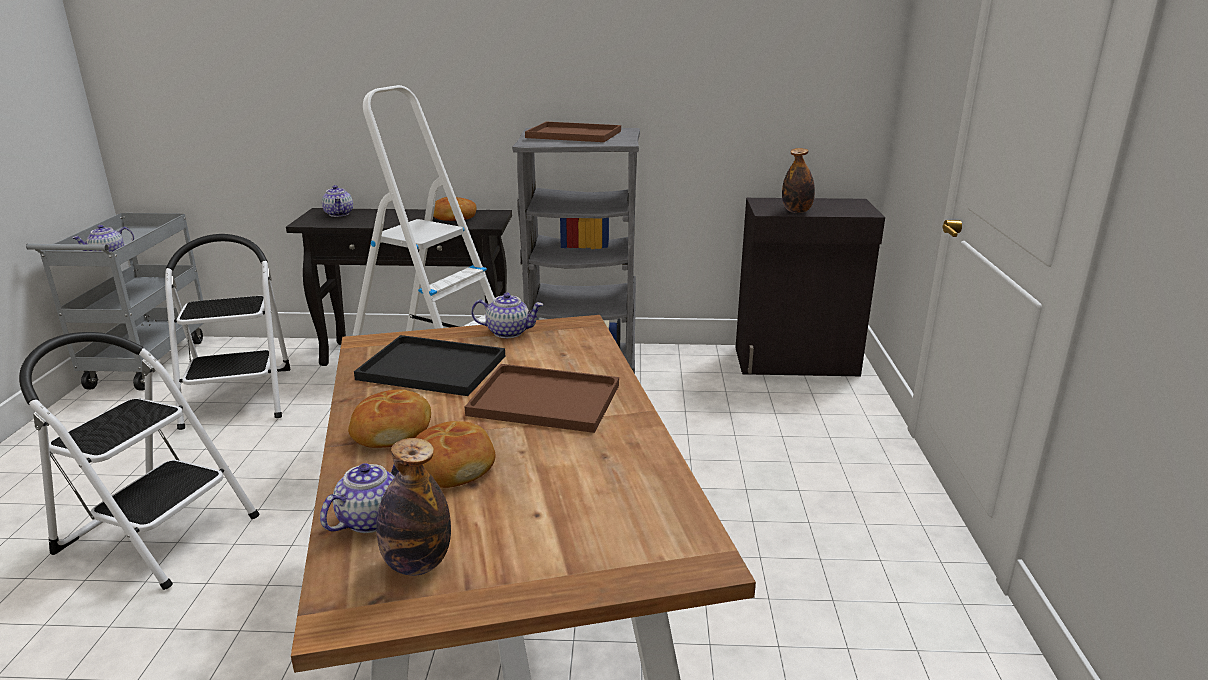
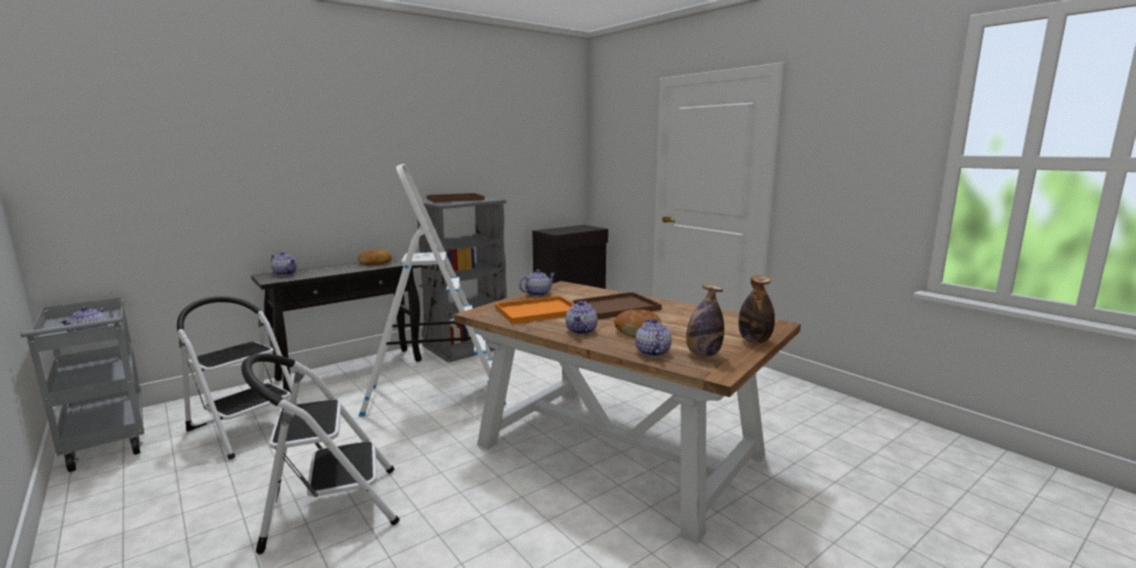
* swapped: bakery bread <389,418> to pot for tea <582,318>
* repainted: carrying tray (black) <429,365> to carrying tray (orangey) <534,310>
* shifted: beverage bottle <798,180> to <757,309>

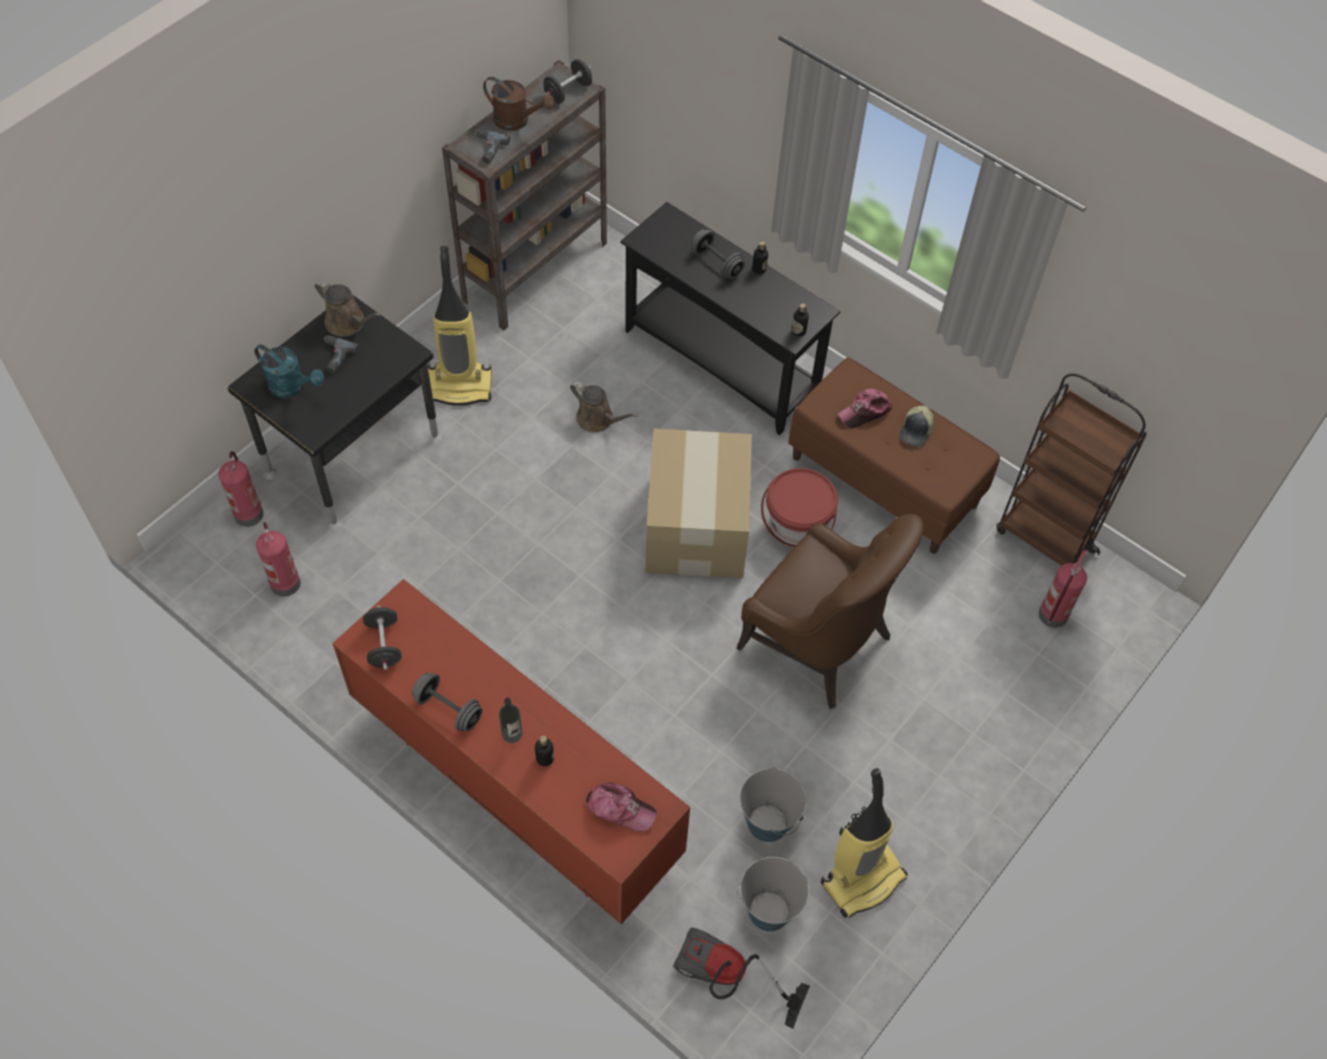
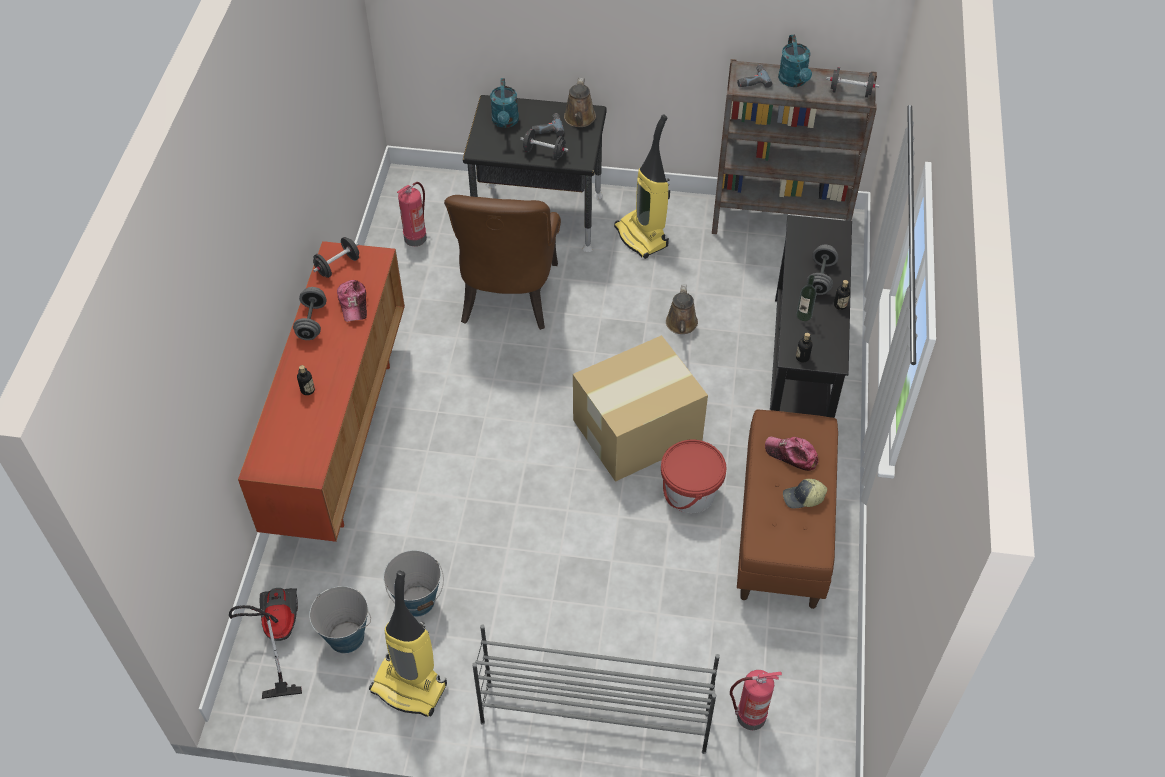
* gone: extinguisher <240,489>
* repainted: watering pot (brownish) <519,104> to watering pot (turquoise) <795,61>
* shifted: beverage bottle <510,720> to <806,298>
* shifted: cap <621,807> to <352,301>
* shifted: chair (brownish) <829,611> to <502,262>
* gone: trolley (brownish) <1071,469>
* new: shoe stand (greyish) <596,689>
* new: dumbbell (black) <544,144>

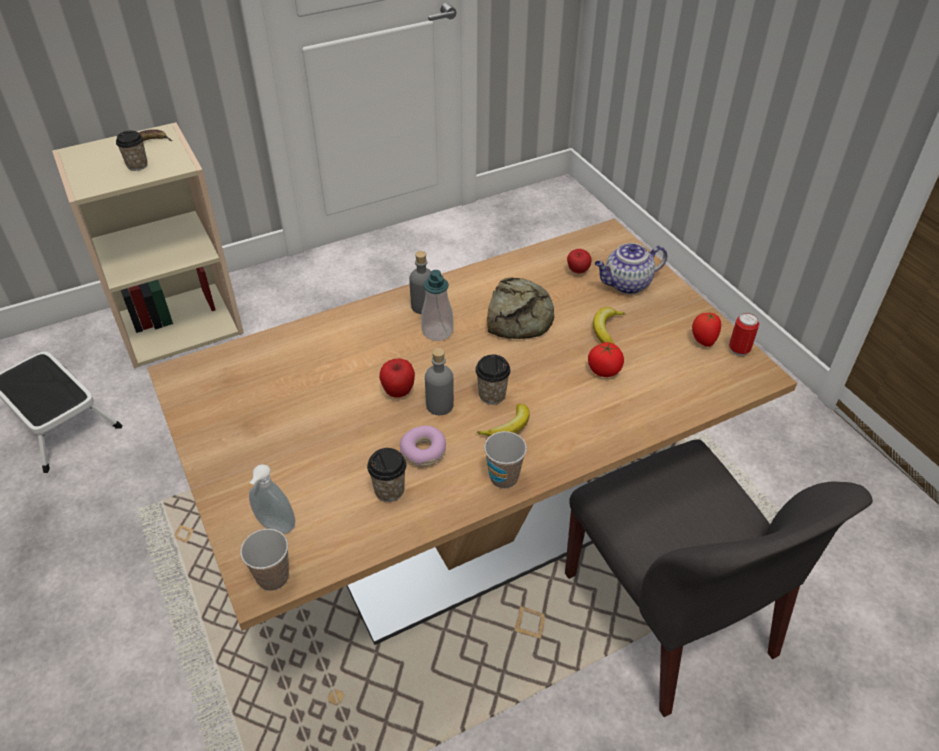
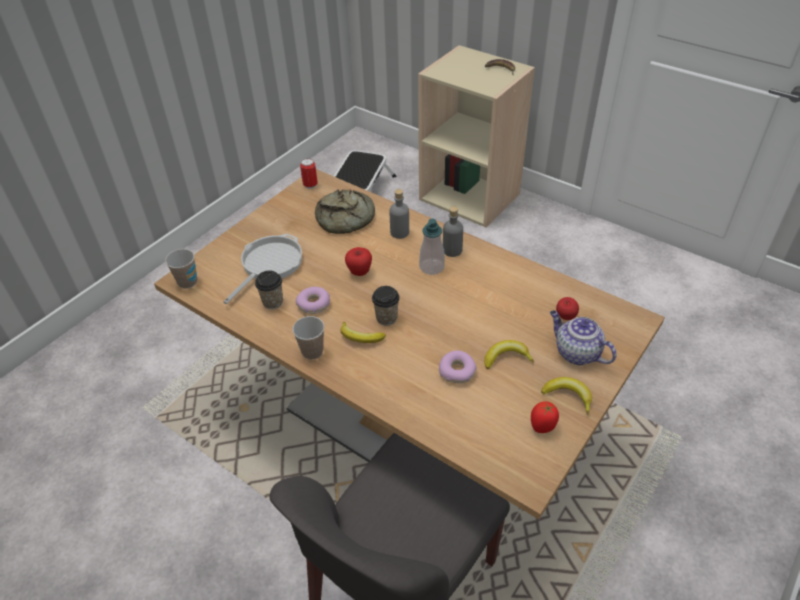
* gone: cup <131,151>
* gone: liquid soap bottle <272,499>
* shifted: beverage bottle (greyish) <439,381> to <399,214>
* shifted: bakery bread <520,308> to <345,211>
* swapped: tomato <606,359> to donut <458,367>
* shifted: sealed can <744,334> to <309,173>
* new: frying pan <262,269>
* new: banana fruit <566,395>

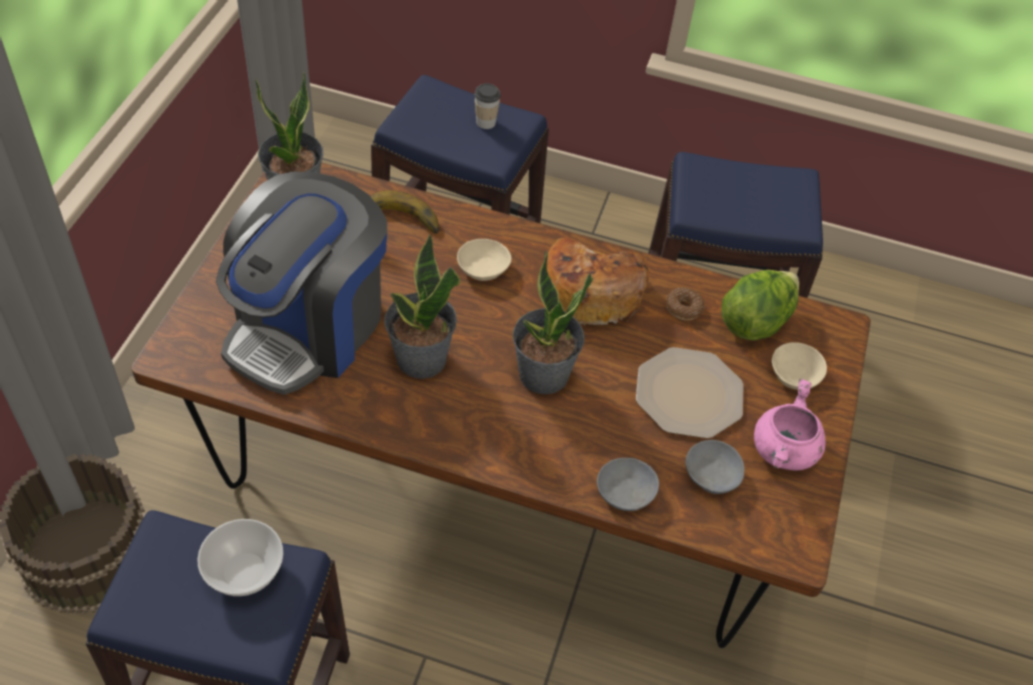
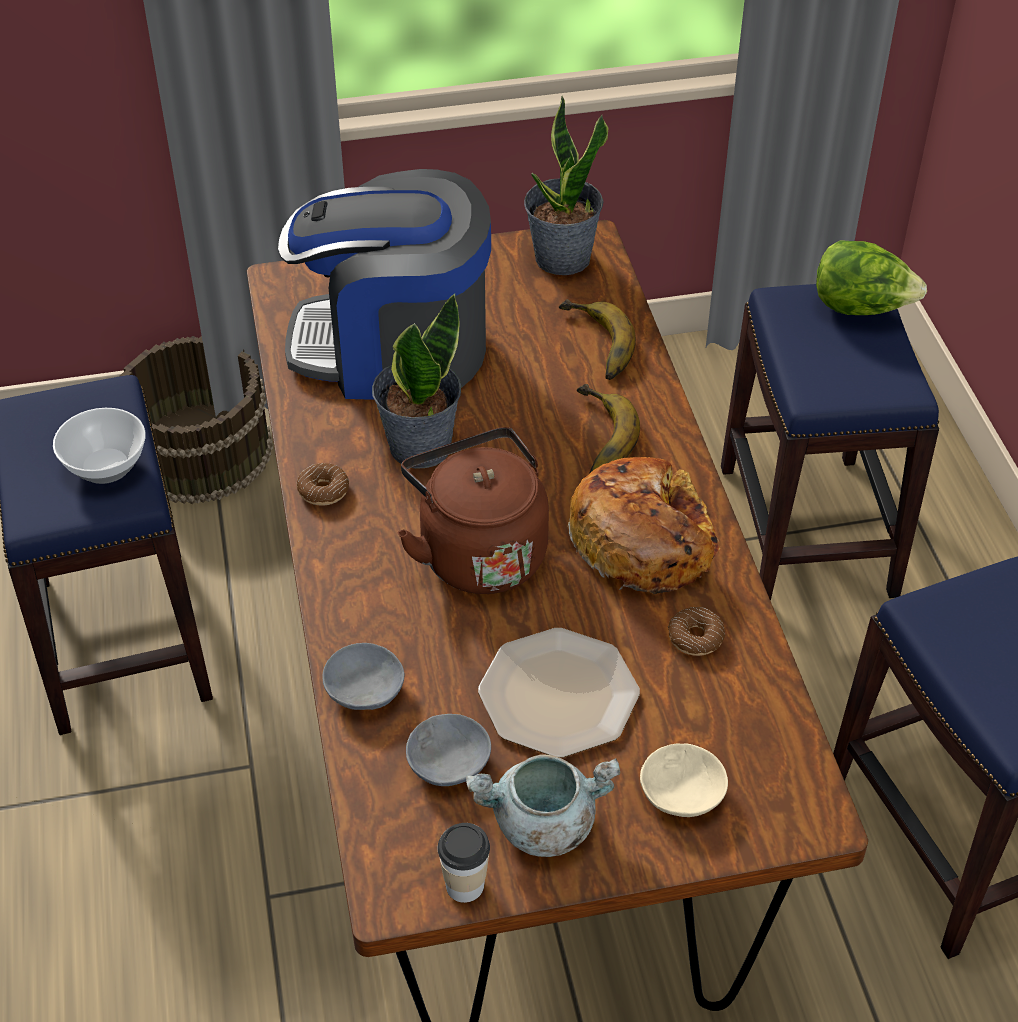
* swapped: bowl (beige) <484,260> to banana fruit <608,428>
* shifted: cup <487,106> to <464,863>
* swapped: potted plant <553,322> to tea kettle (brownish) <473,510>
* shifted: lettuce head <760,305> to <871,277>
* repainted: stockpot (pink-coloured) <789,425> to stockpot (greyish) <543,806>
* new: donut <323,484>

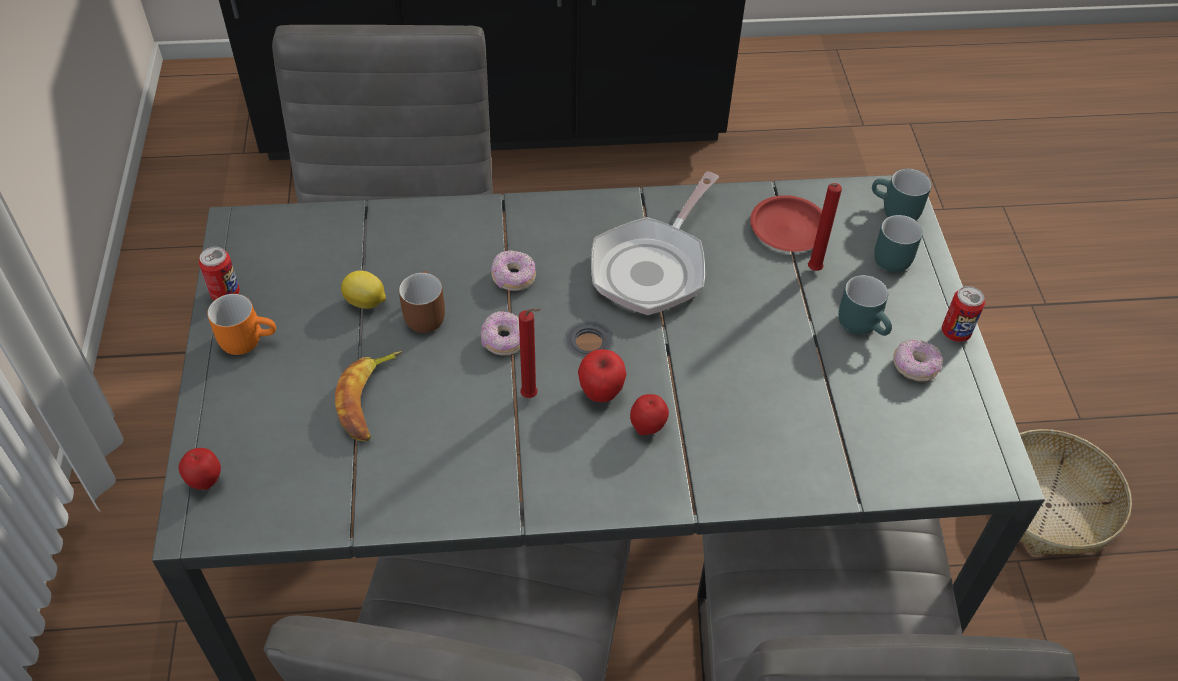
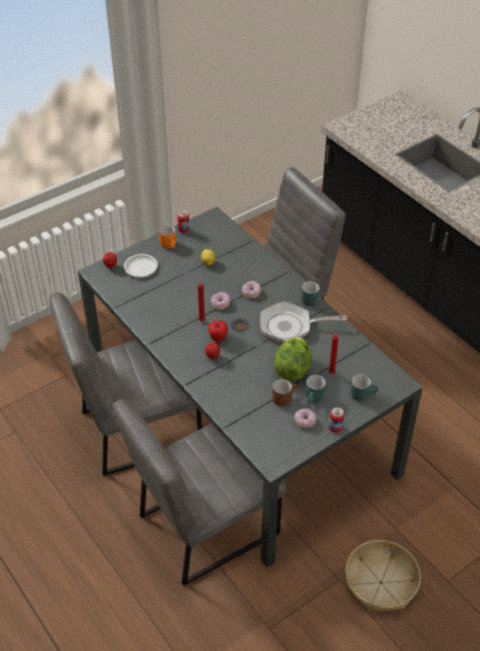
* gone: banana fruit <368,396>
* shifted: tea mug (brownish) <422,302> to <284,393>
* gone: flat dish (red) <786,223>
* shifted: tea mug (turquoise) <902,195> to <310,293>
* new: flat dish (whitish) <141,265>
* new: lettuce head <293,359>

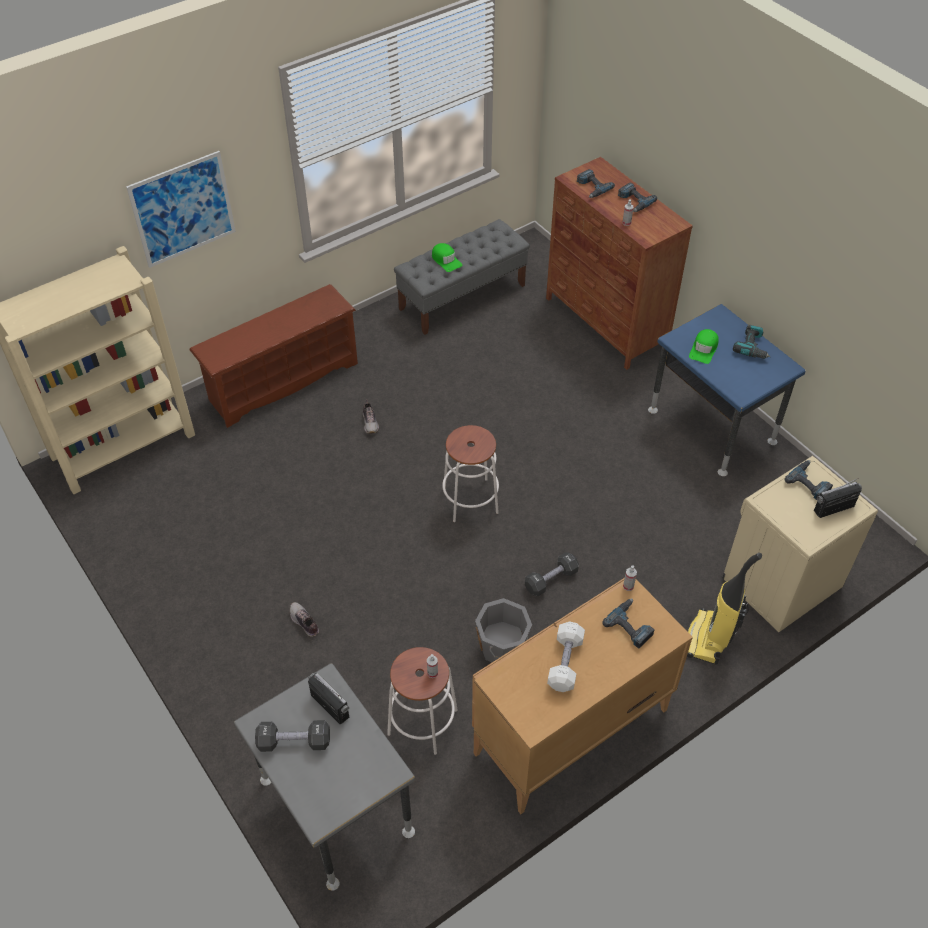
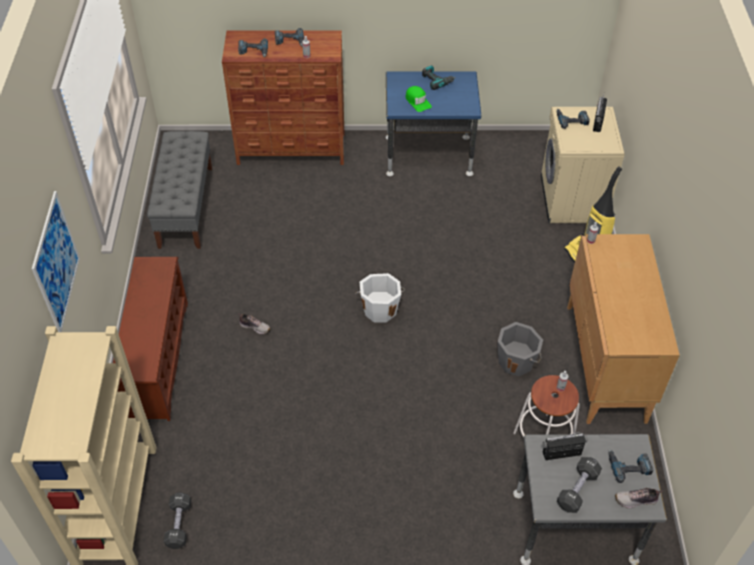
* shifted: item of footwear <304,619> to <639,498>
* gone: cap (green) <447,257>
* swapped: sitting stool (whitish) <470,473> to bucket (whitish) <380,298>
* shifted: dumbbell (black) <552,574> to <177,521>
* gone: dumbbell (whitish) <566,657>
* shifted: drill <628,623> to <630,466>

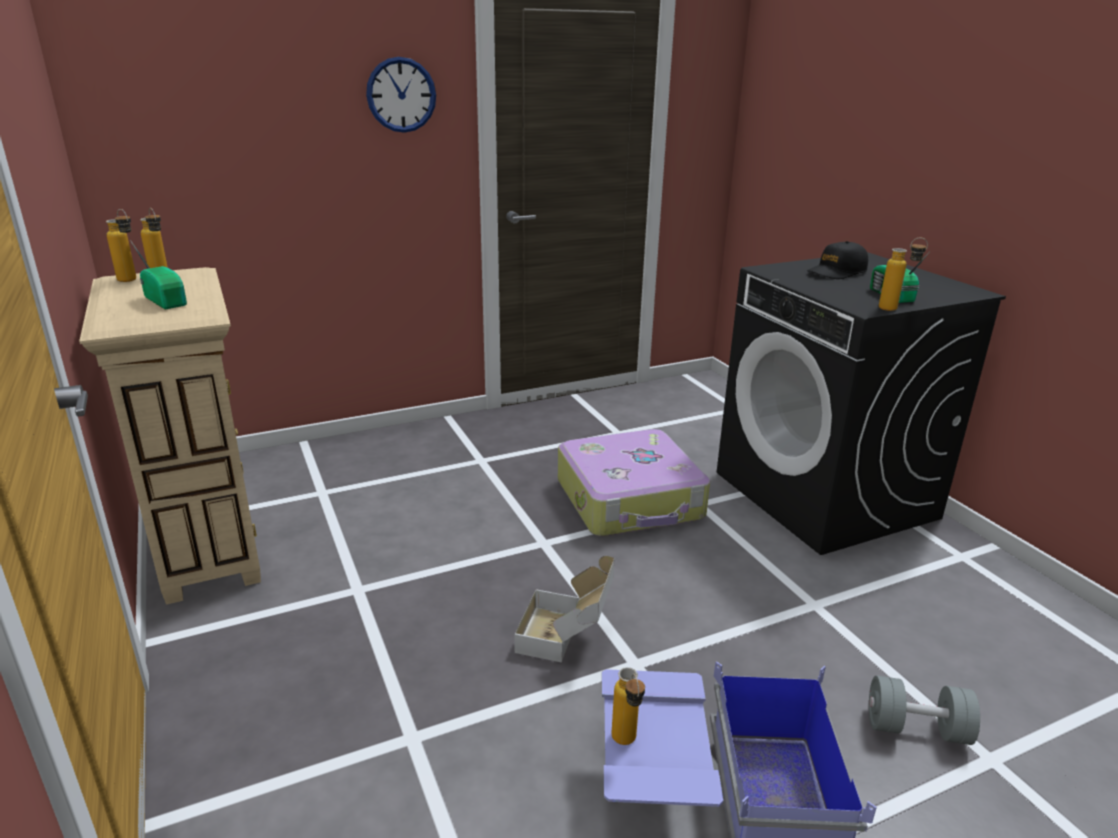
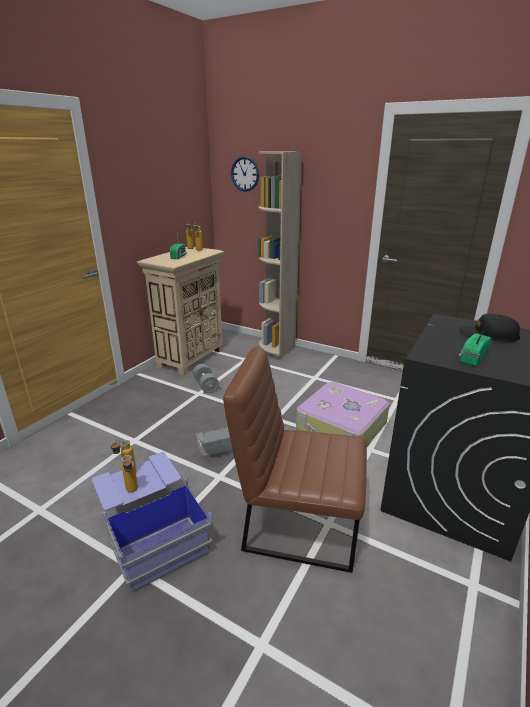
* shifted: clock on the wall <401,95> to <245,174>
* shifted: dumbbell (greyish) <924,710> to <206,378>
* shifted: beverage bottle <903,274> to <130,473>
* new: chair (brownish) <295,460>
* new: bookshelf (beige) <280,254>

